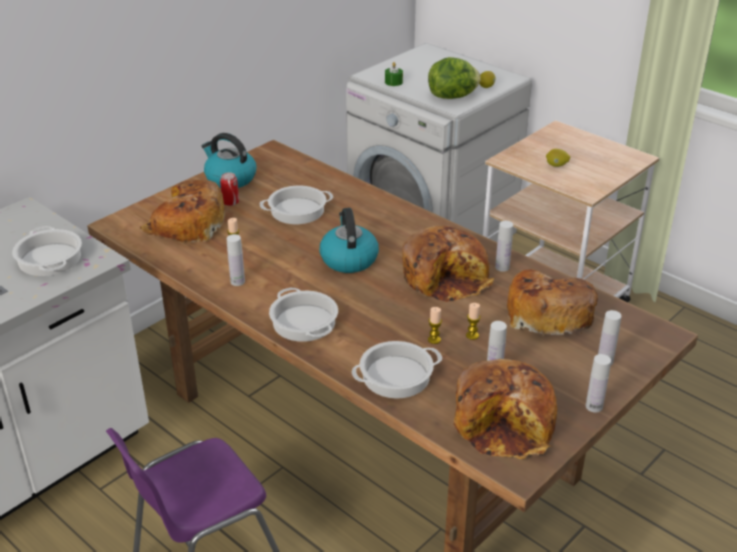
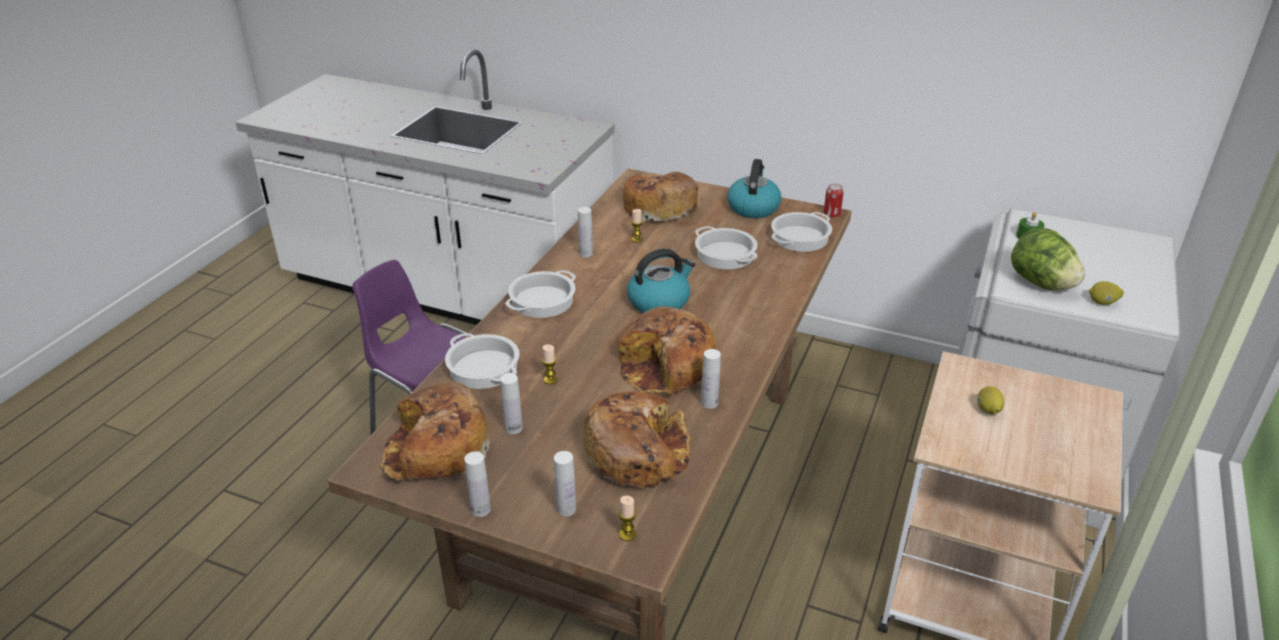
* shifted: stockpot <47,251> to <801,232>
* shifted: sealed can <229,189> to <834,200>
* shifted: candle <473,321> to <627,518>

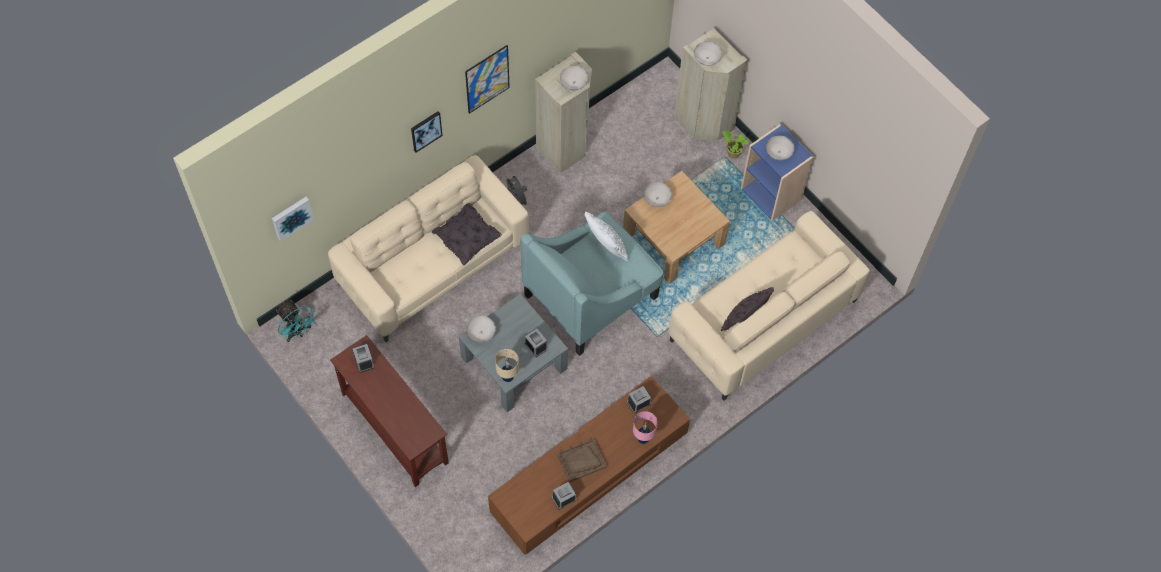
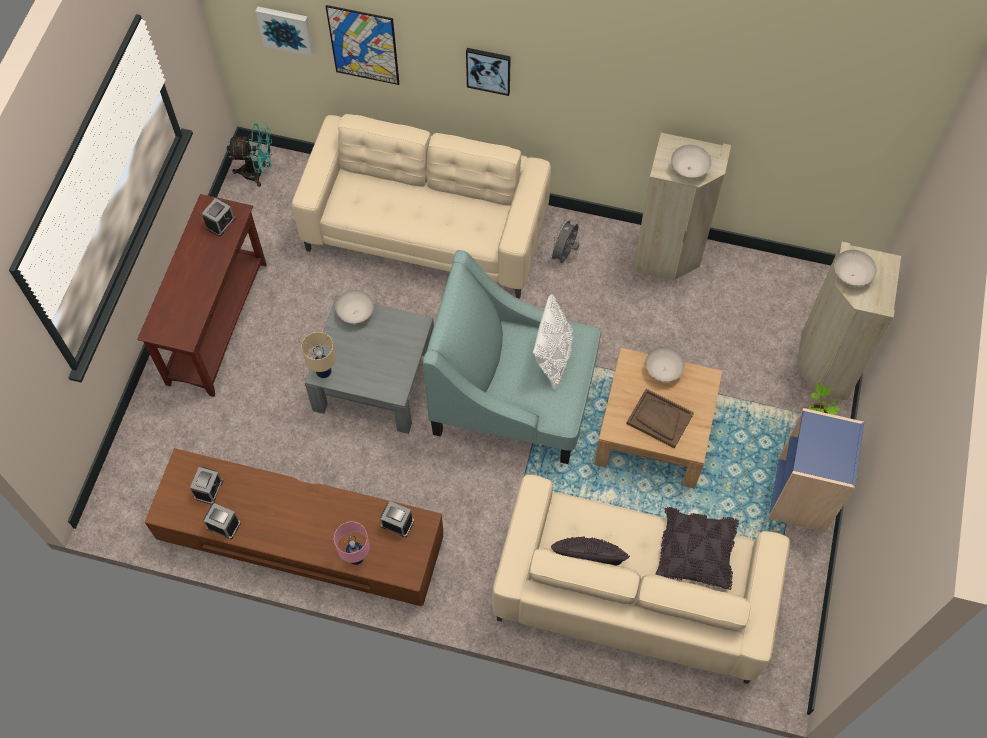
* rotated: fan (turquoise) <296,321> = <249,155> 105 degrees counterclockwise
* shifted: throw pillow (black) <467,234> to <697,548>
* shifted: wall art <487,79> to <362,45>
* shifted: bedside clock <536,343> to <206,486>
* shifted: carrying tray (brownish) <582,460> to <660,418>
* gone: bowl (whitish) <780,148>

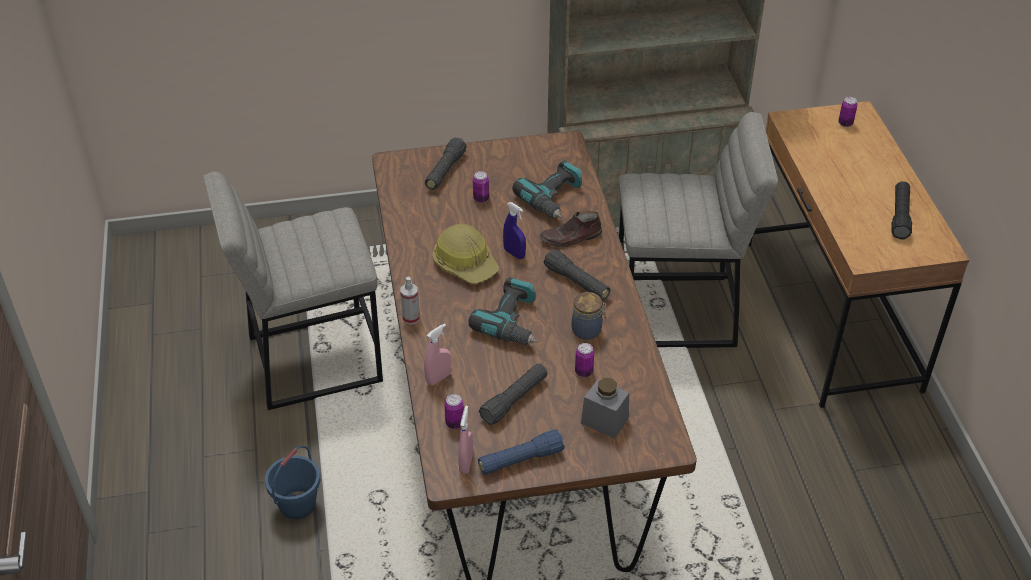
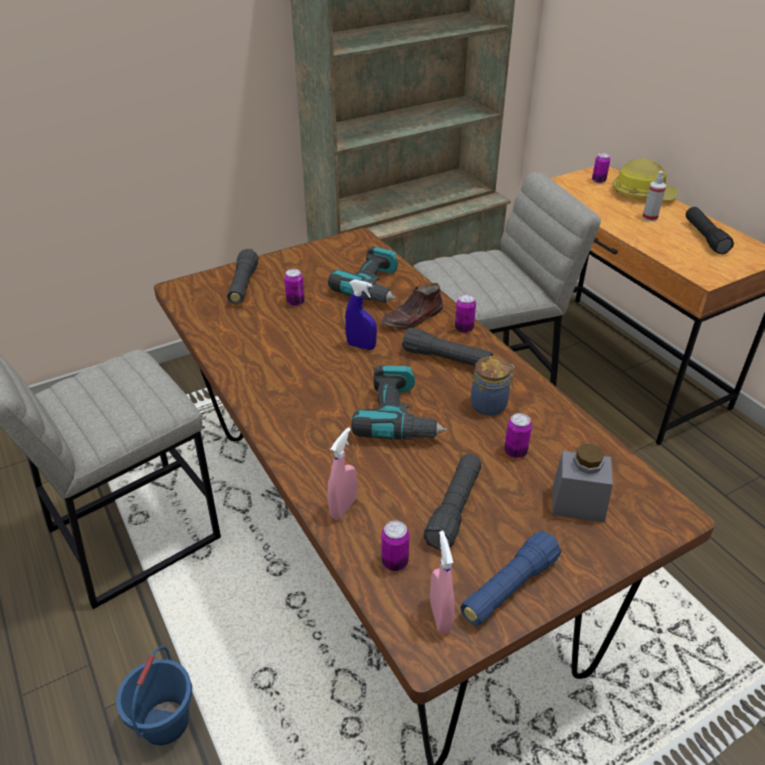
* shifted: hand sprayer <410,301> to <654,196>
* shifted: work helmet <466,254> to <645,179>
* new: sealed can <465,313>

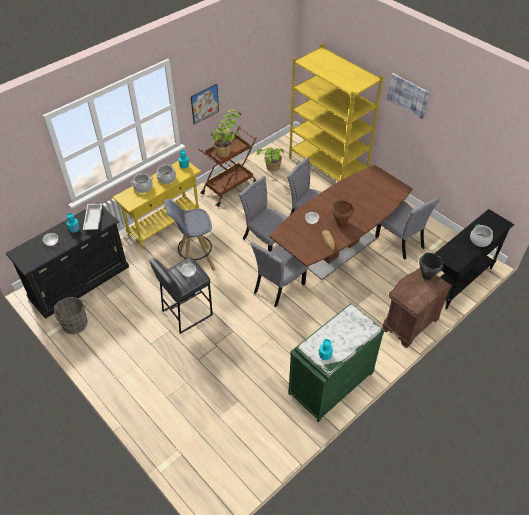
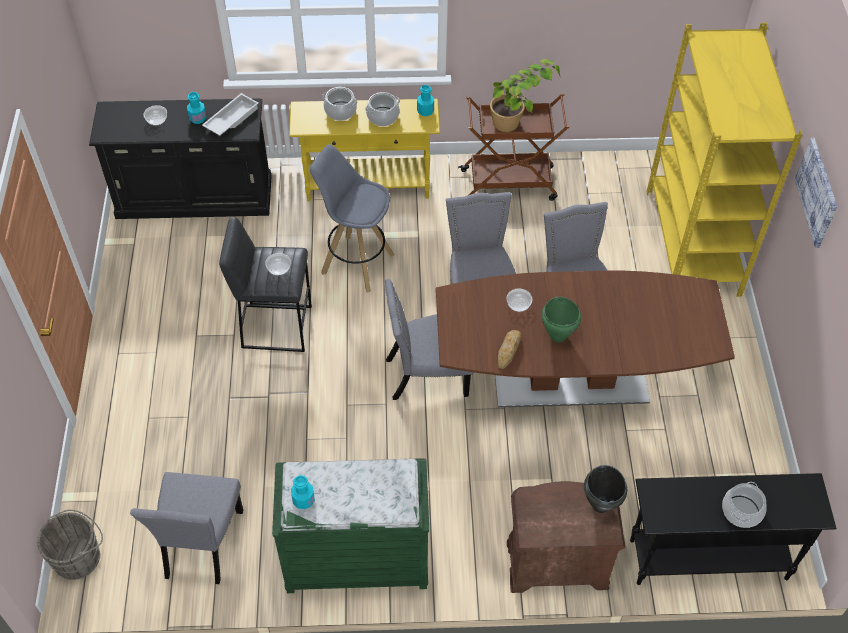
* shifted: bucket (greyish) <71,315> to <70,545>
* gone: wall art <205,104>
* gone: potted plant <270,159>
* repainted: stockpot (brownish) <343,213> to stockpot (green) <561,320>
* shifted: chair (greyish) <407,228> to <186,528>

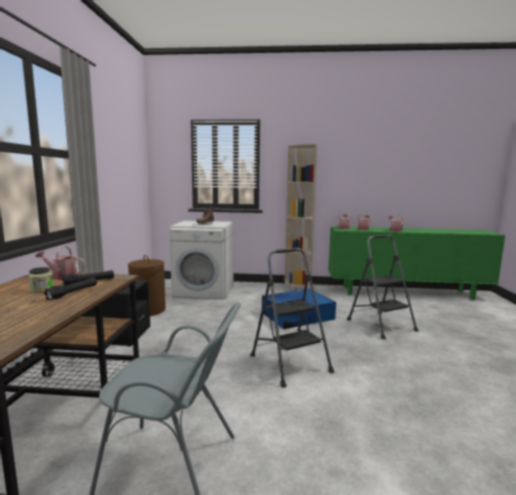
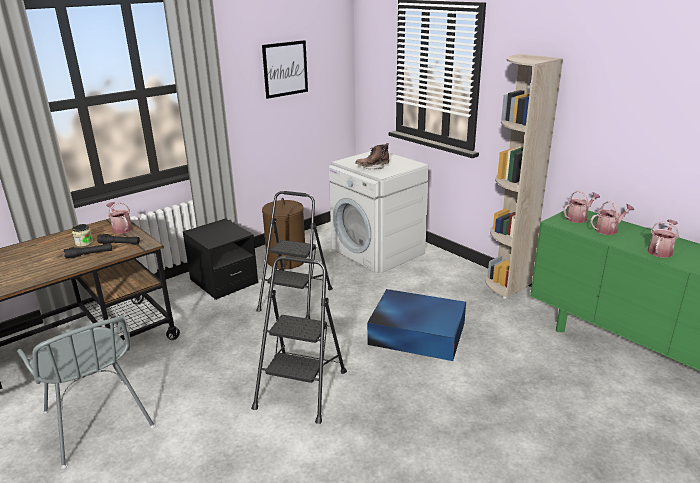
* shifted: step stool (black) <383,287> to <294,255>
* new: wall art <285,69>

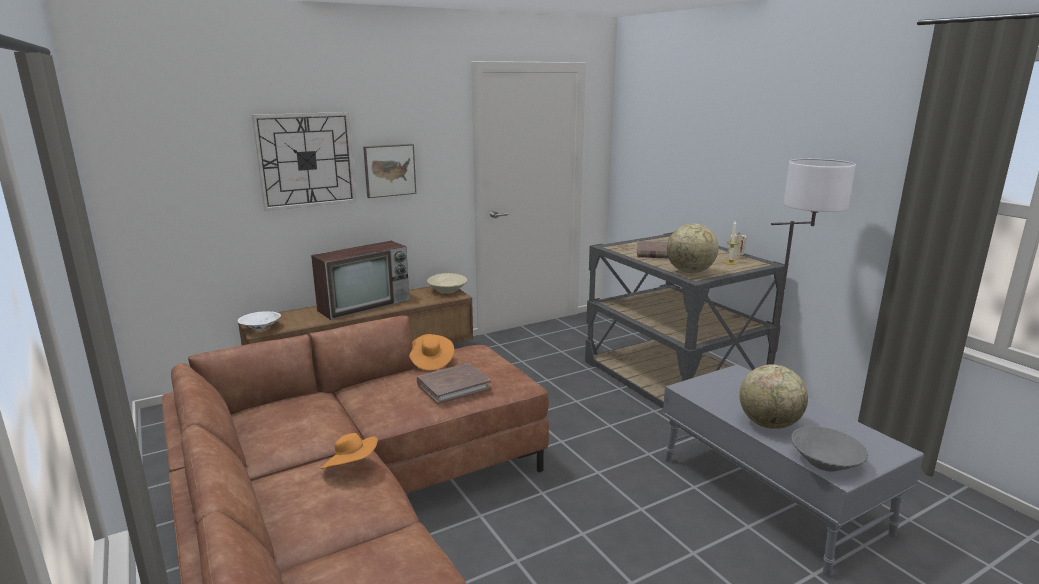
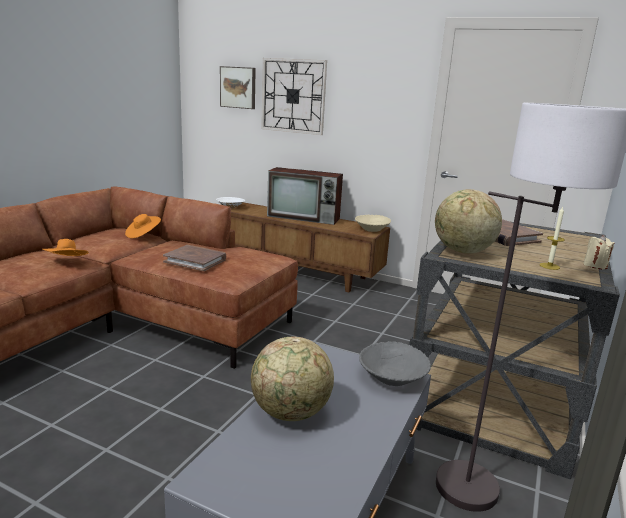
* shifted: wall art <389,171> to <238,87>
* shifted: clothing hat (orangey) <431,352> to <143,226>
* shifted: bowl (greyish) <829,449> to <395,363>

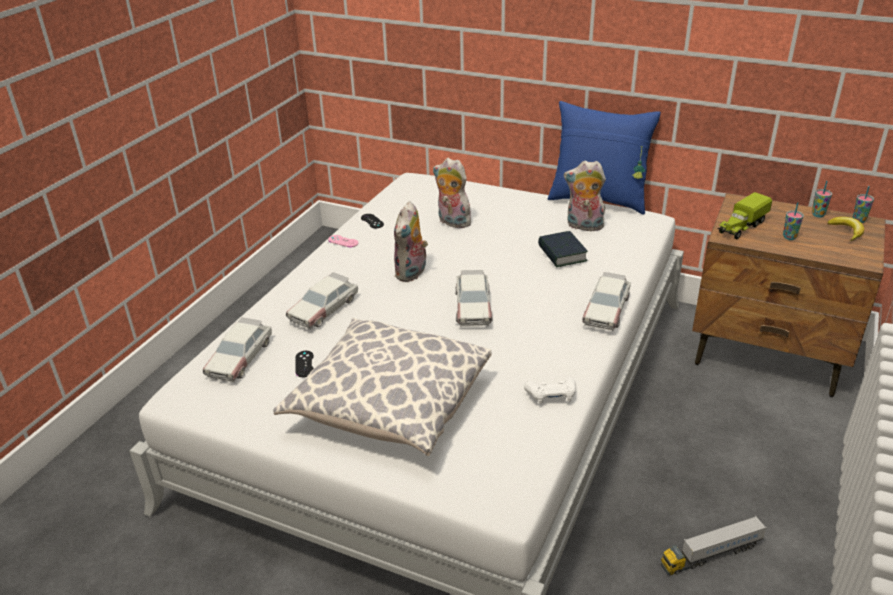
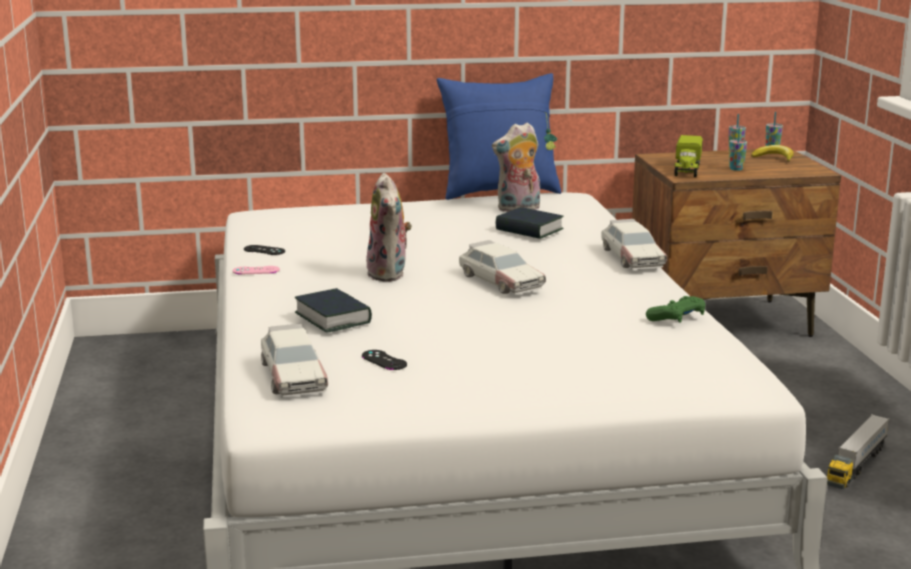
* gone: throw pillow <382,387>
* swapped: toy car <322,301> to book <333,310>
* gone: soft toy <453,193>
* repainted: game controller (whitish) <550,391> to game controller (green) <675,309>

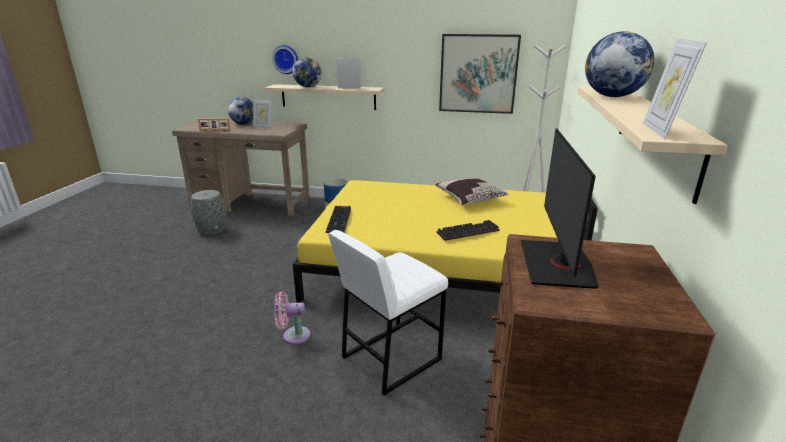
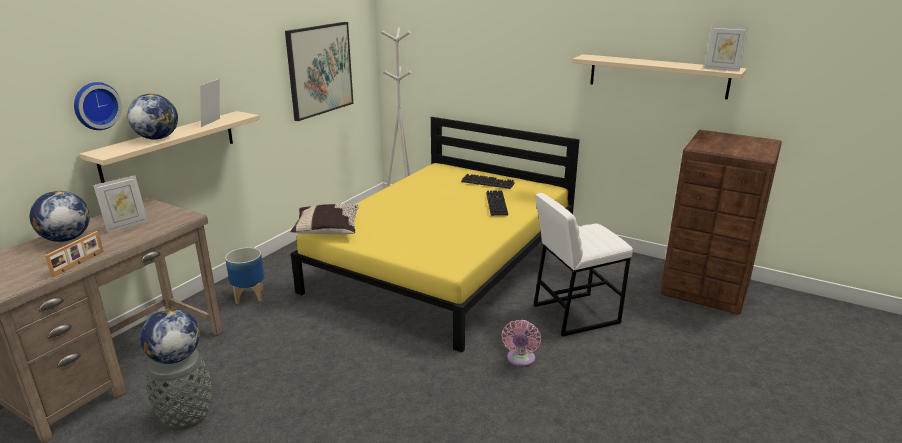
* shifted: computer keyboard <338,219> to <488,181>
* rotated: chair (whitish) <388,312> = <583,265> 90 degrees clockwise
* shifted: throw pillow <471,191> to <325,218>
* gone: computer display <560,209>
* shifted: desk globe <620,64> to <170,336>

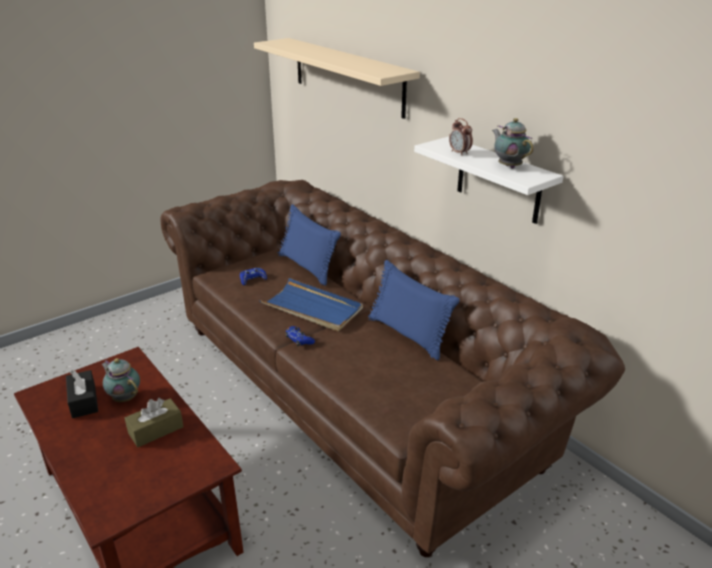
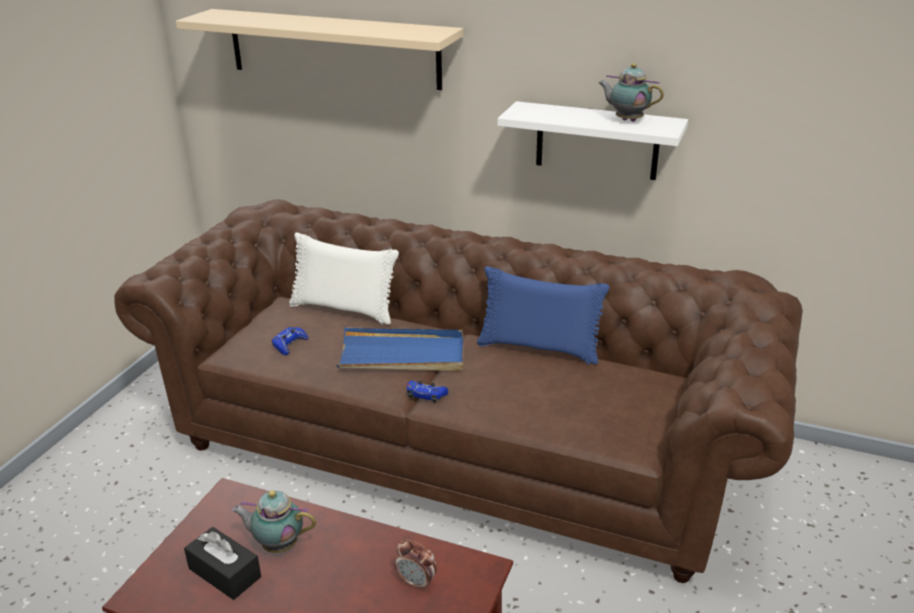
* gone: box of tissues (brownish) <154,422>
* repainted: throw pillow (blue-coloured) <309,245> to throw pillow (whitish) <344,278>
* shifted: bedside clock <461,137> to <416,565>

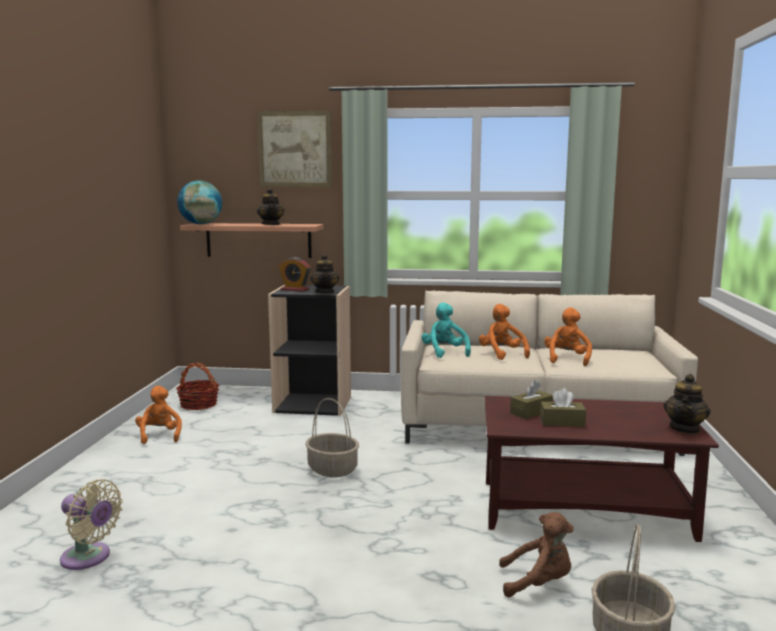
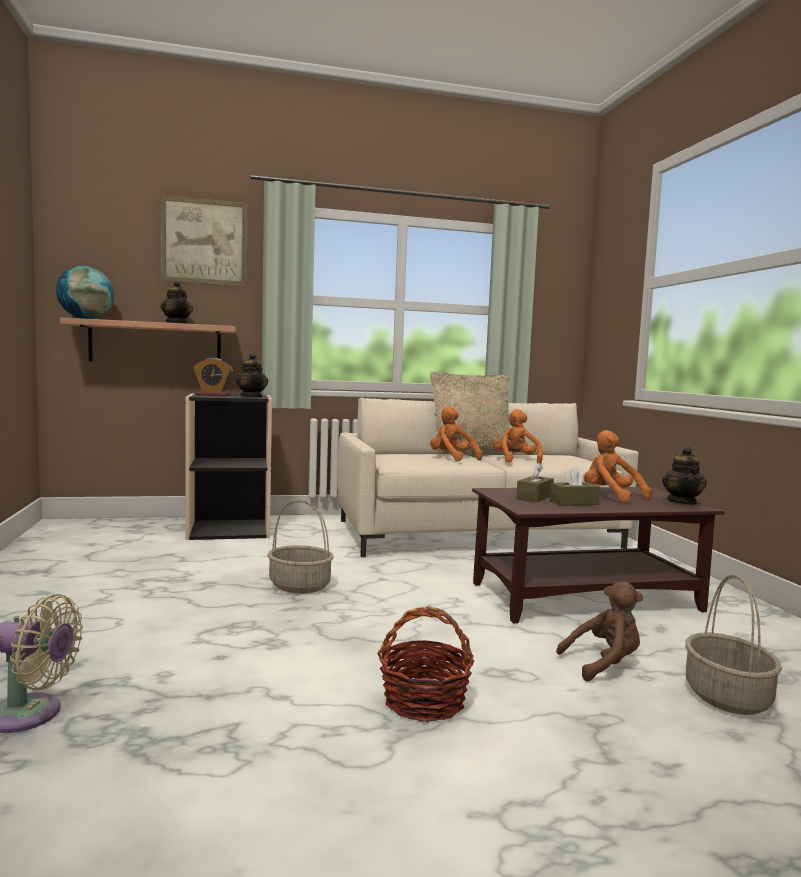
* shifted: soft toy (orangey) <158,415> to <618,466>
* shifted: basket <197,386> to <425,664>
* gone: soft toy (turquoise) <446,330>
* new: throw pillow (beige) <471,412>

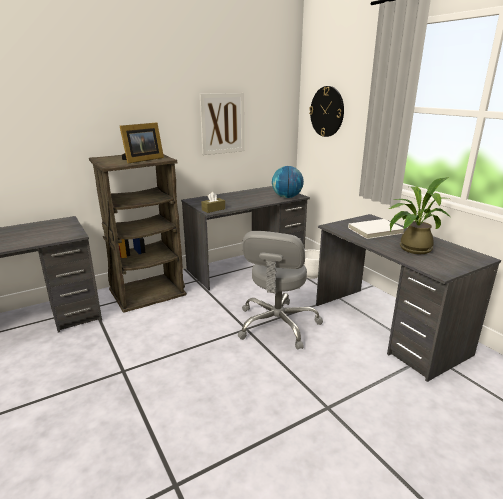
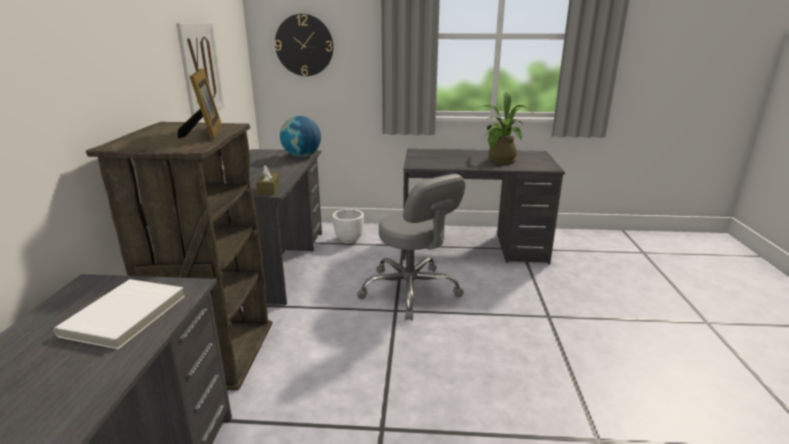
* shifted: book (whitish) <376,229> to <119,314>

